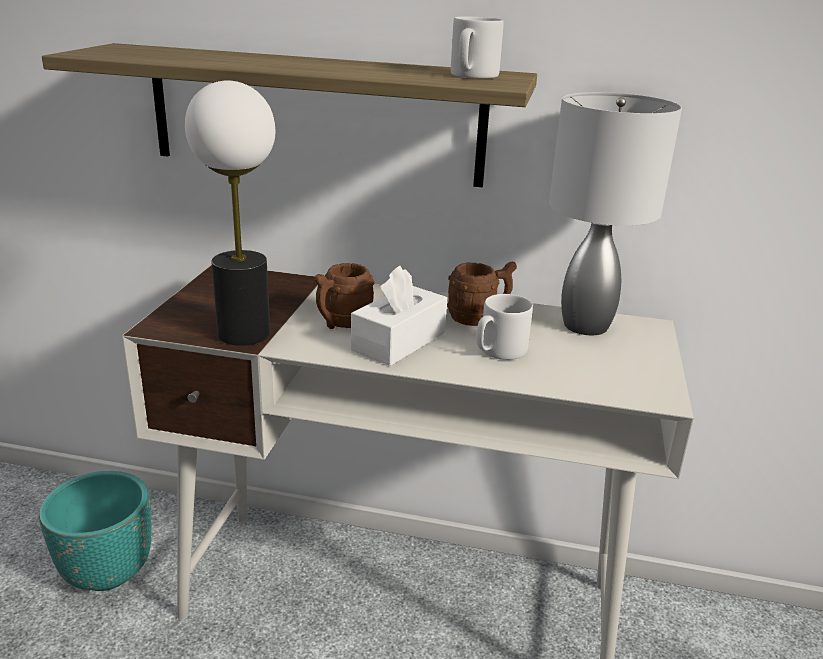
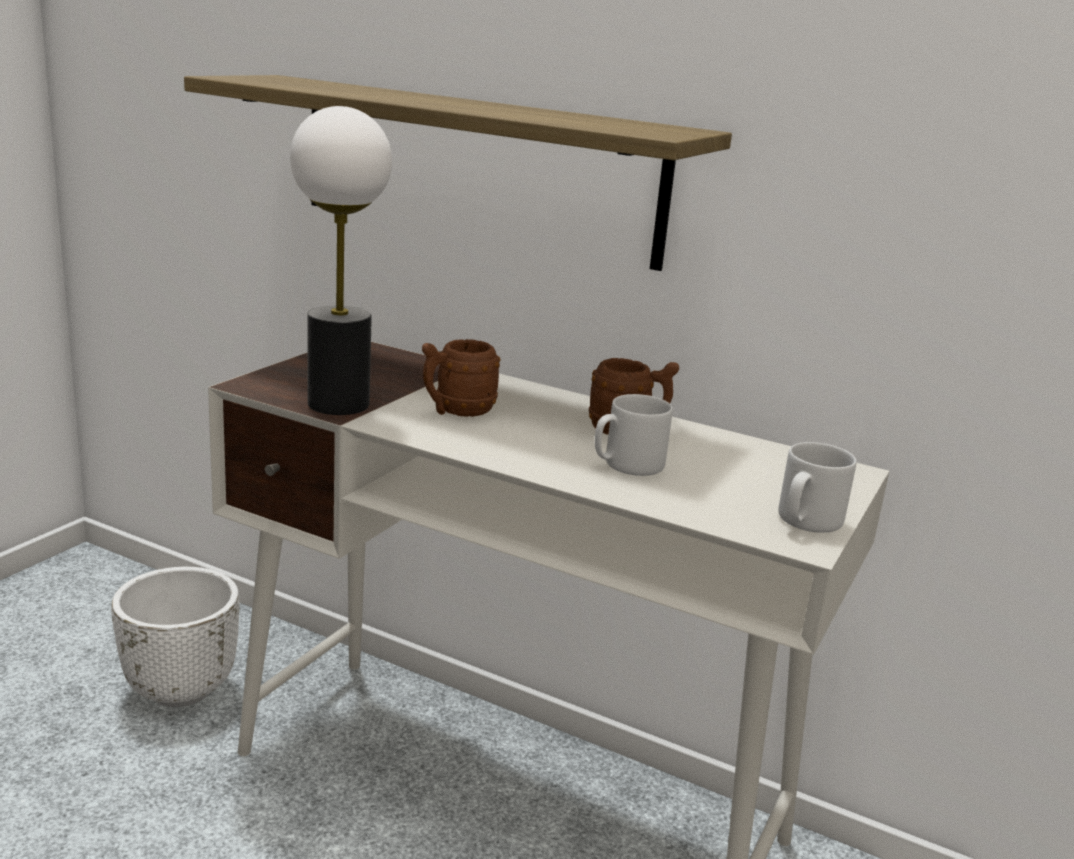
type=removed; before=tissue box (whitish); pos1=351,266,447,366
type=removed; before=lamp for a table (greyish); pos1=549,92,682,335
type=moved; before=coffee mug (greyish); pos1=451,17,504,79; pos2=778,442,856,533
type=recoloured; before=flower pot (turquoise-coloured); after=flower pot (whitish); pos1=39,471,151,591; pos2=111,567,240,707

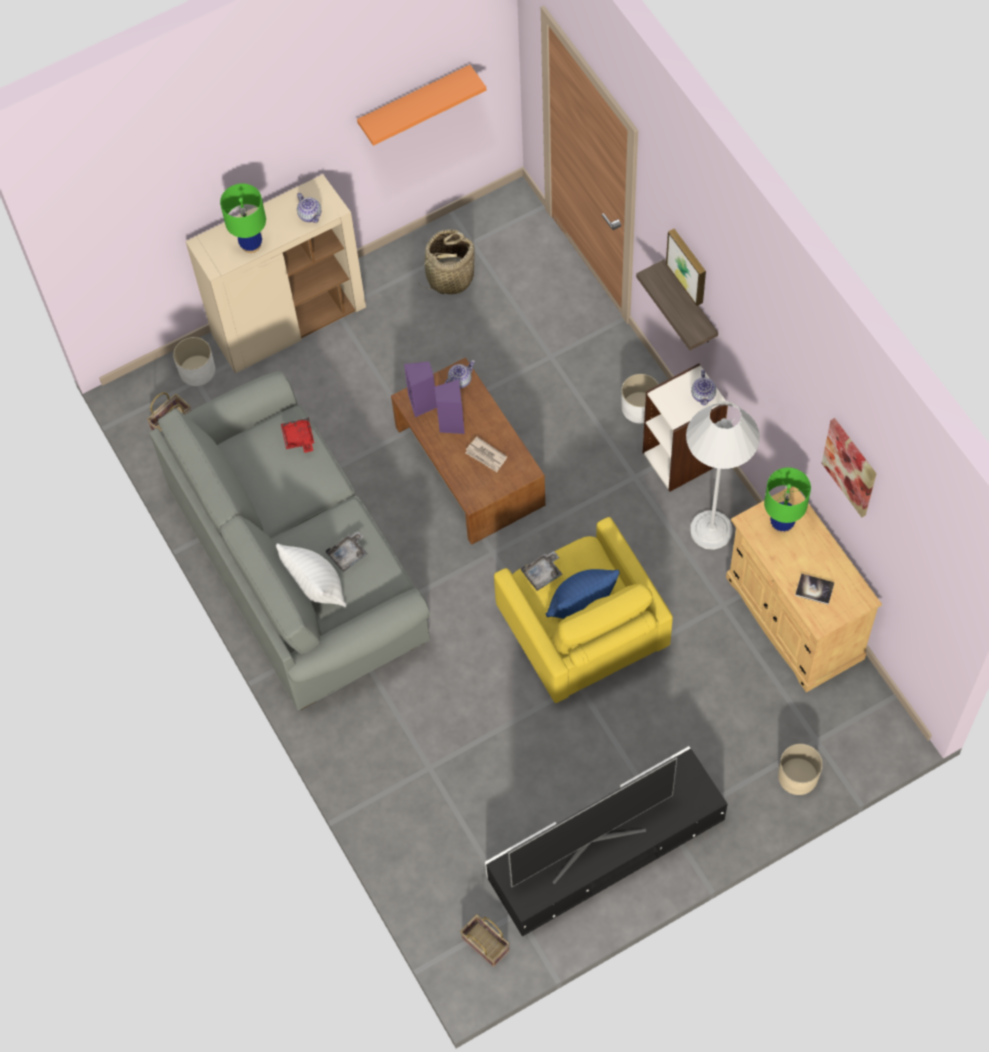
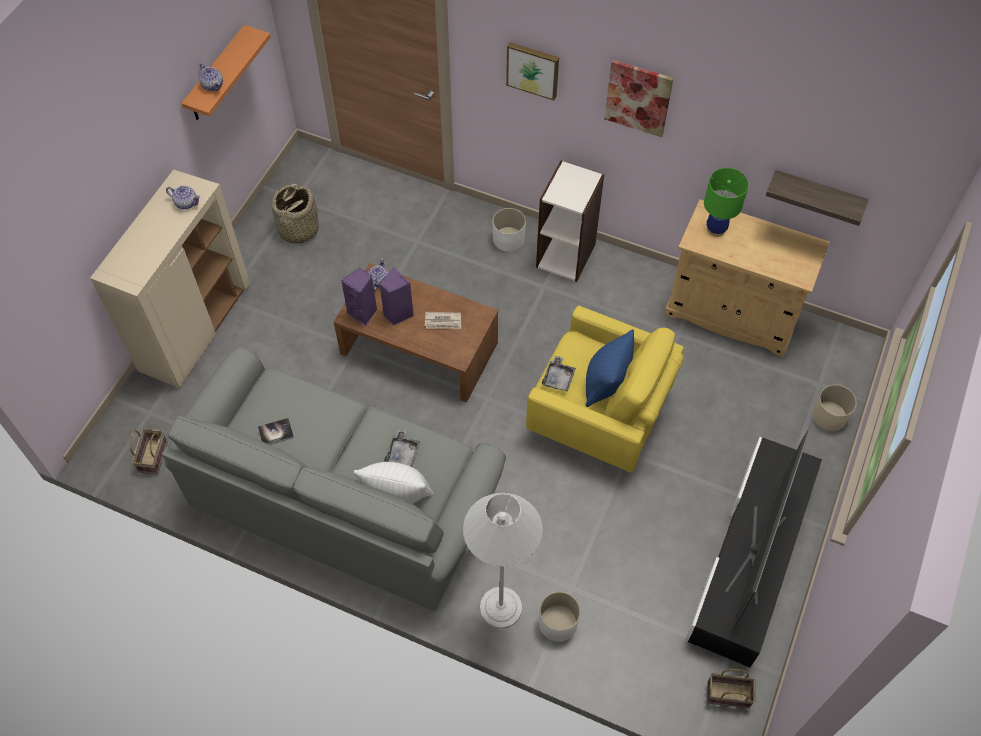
type=removed; before=lamp for a table (green-coloured); pos1=220,184,266,253
type=removed; before=tray (red-coloured); pos1=281,417,314,453
type=moved; before=flower pot (whitish); pos1=173,337,215,386; pos2=539,592,580,642
type=moved; before=wall shelf; pos1=636,259,718,350; pos2=766,170,869,226
type=moved; before=standing lamp (whitish); pos1=686,401,760,550; pos2=463,493,543,629
type=moved; before=tea pot; pos1=691,370,716,406; pos2=199,63,223,91
type=moved; before=volume; pos1=795,574,834,605; pos2=258,418,294,445
type=moved; before=wall art; pos1=822,418,876,517; pos2=604,60,674,137

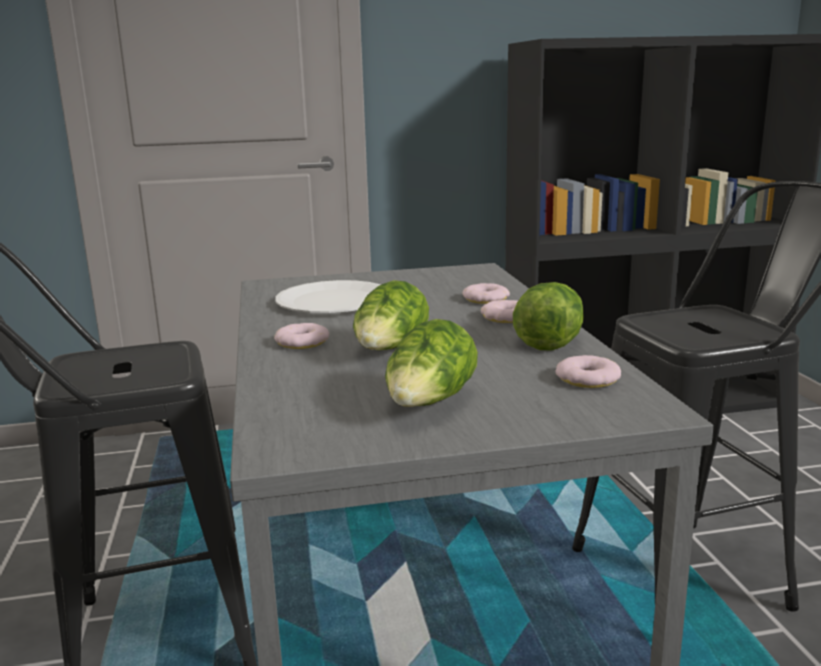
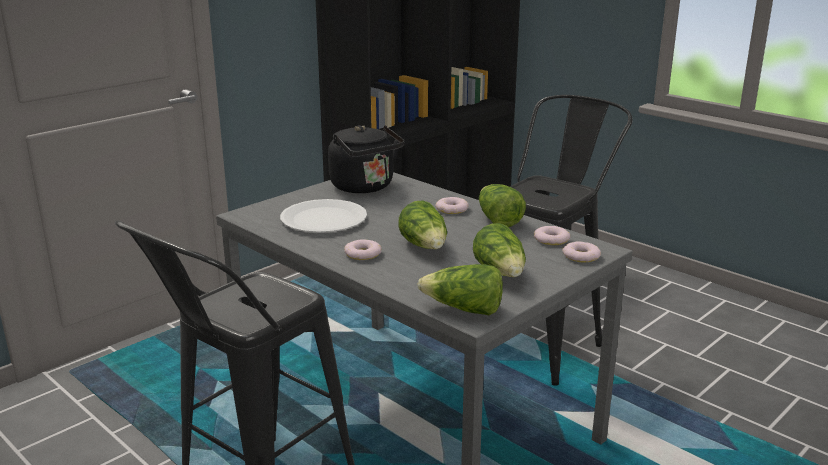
type=added; after=kettle (blackish); pos2=328,125,404,193
type=added; after=lettuce head; pos2=417,264,503,315
type=moved; before=ring doughnut; pos1=462,283,510,304; pos2=562,241,601,262

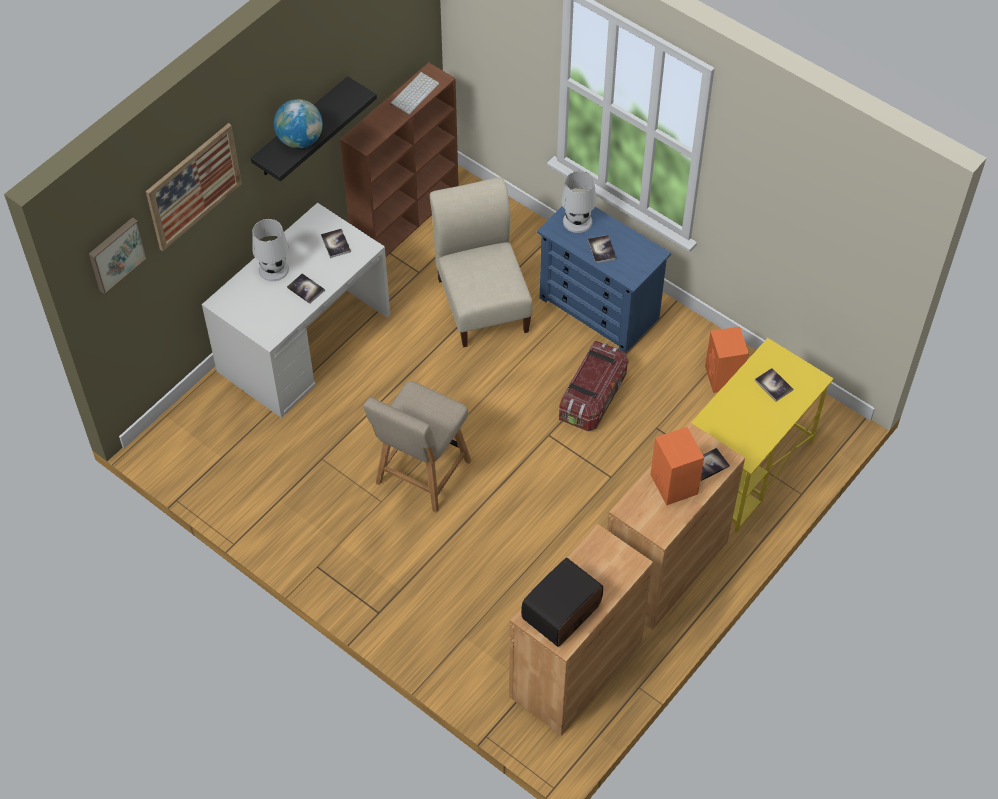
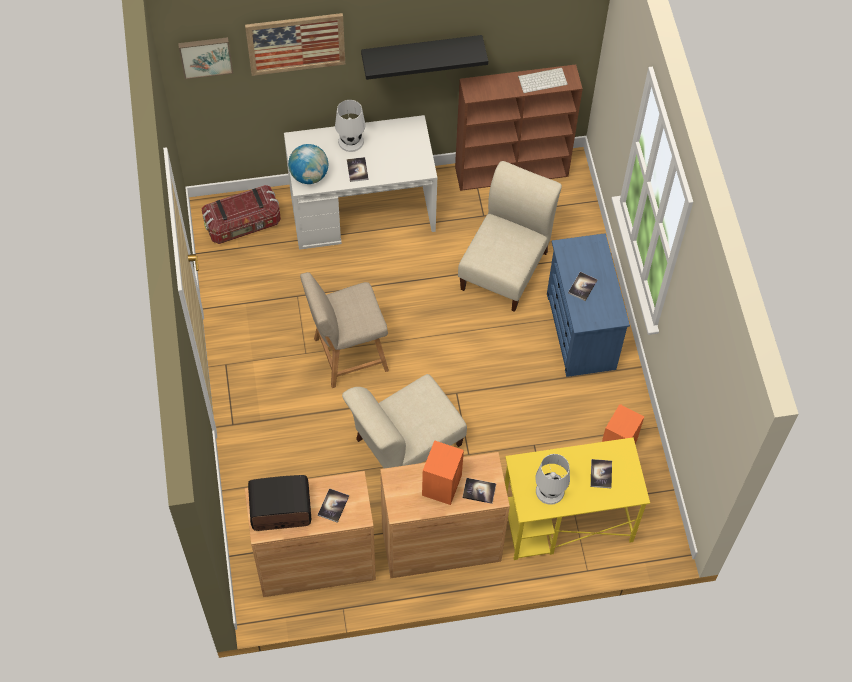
type=added; after=plain chair (beige-coloured); pos2=342,374,467,468
type=moved; before=globe; pos1=274,99,323,148; pos2=288,144,328,184
type=moved; before=volume; pos1=321,229,351,258; pos2=318,488,349,523
type=moved; before=storage bin; pos1=559,341,629,431; pos2=202,185,281,244
type=moved; before=lamp for a table (whitish); pos1=561,171,597,233; pos2=535,454,570,505

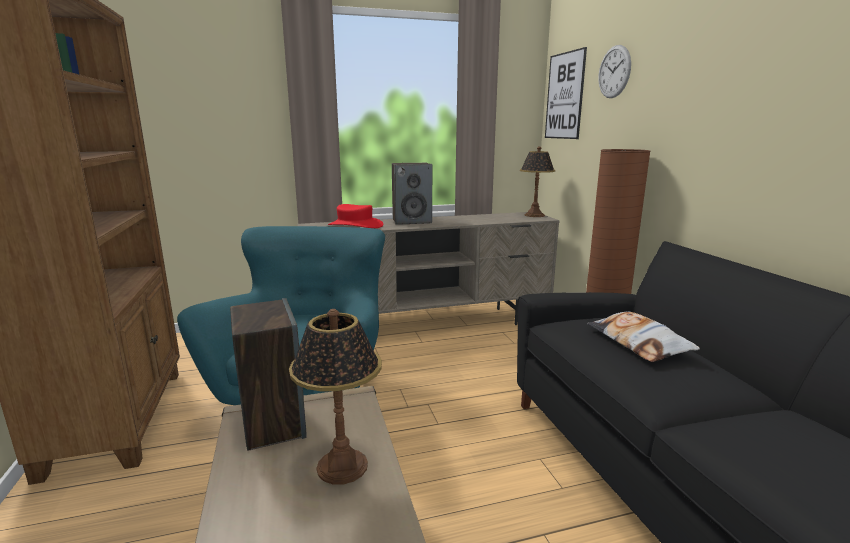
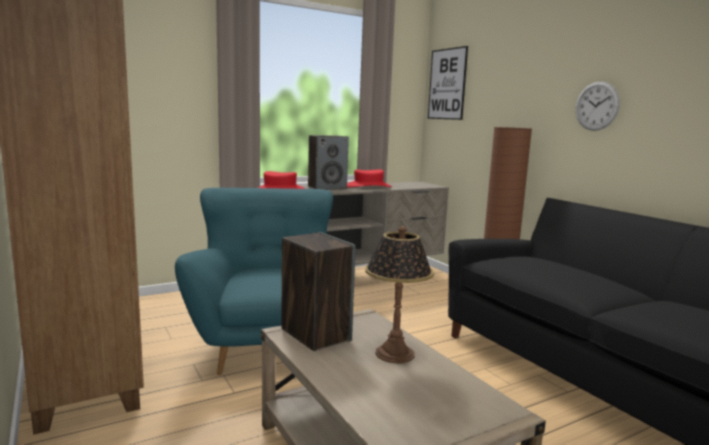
type=removed; before=lamp for a table; pos1=520,146,555,217
type=removed; before=throw pillow; pos1=587,312,700,362
type=added; after=hat (red-coloured); pos2=347,169,392,187
type=moved; before=clock on the wall; pos1=598,45,631,98; pos2=575,81,620,131

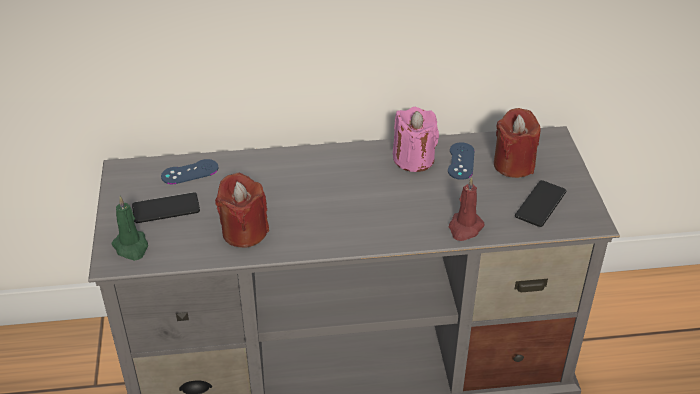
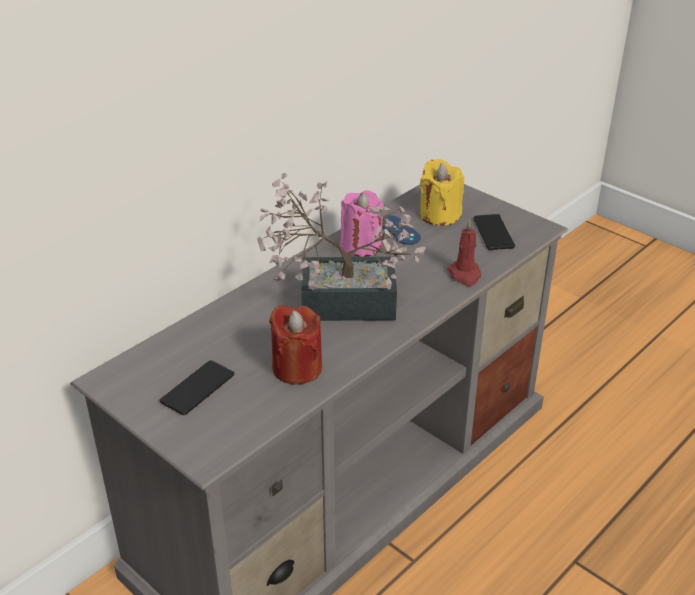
type=removed; before=wax light (green-coloured); pos1=111,196,148,261
type=removed; before=game controller (blue); pos1=161,159,218,184
type=added; after=potted plant; pos2=257,173,426,321
type=recoloured; before=wax light (red-coloured); after=wax light (yellow); pos1=494,108,540,178; pos2=420,159,464,226

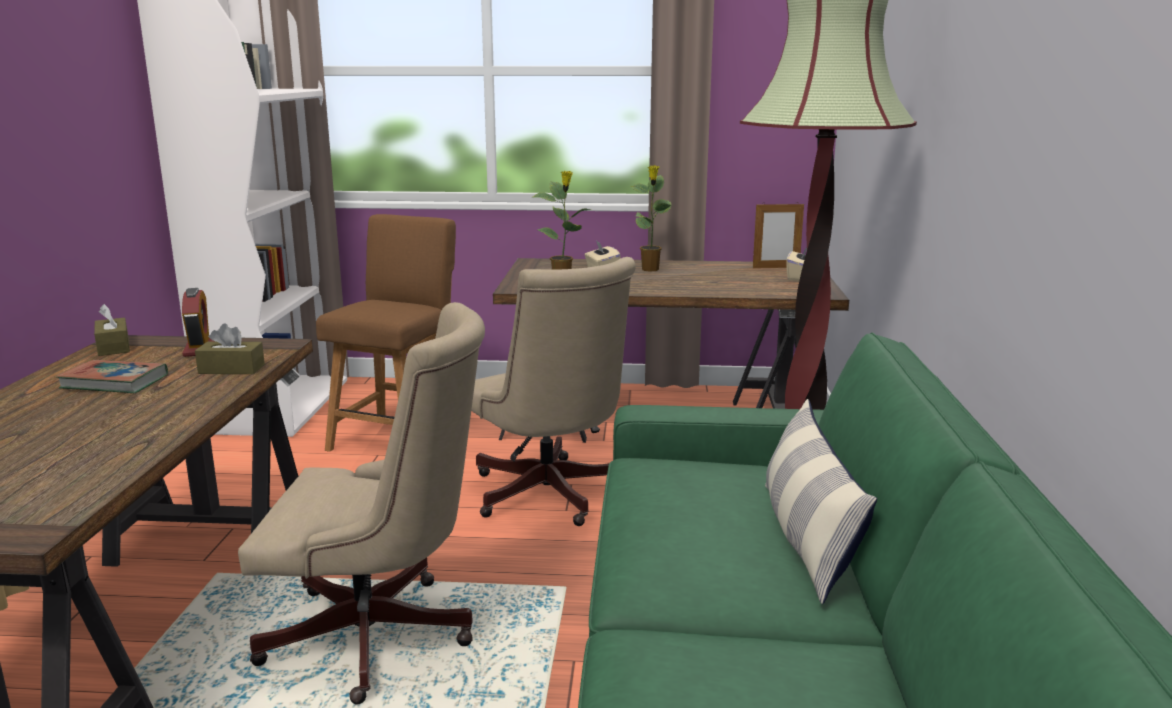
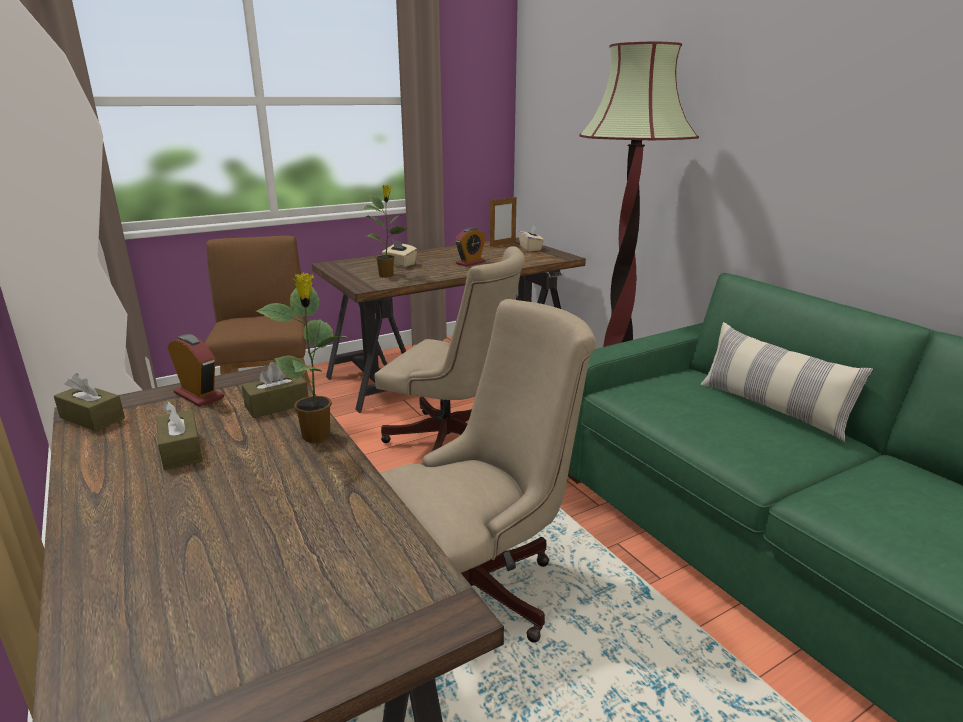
type=added; after=table clock; pos2=455,227,486,267
type=moved; before=potted plant; pos1=631,165,673,272; pos2=256,272,350,443
type=replaced; before=volume; after=tissue box (brown-coloured); pos1=56,360,168,393; pos2=156,401,203,470

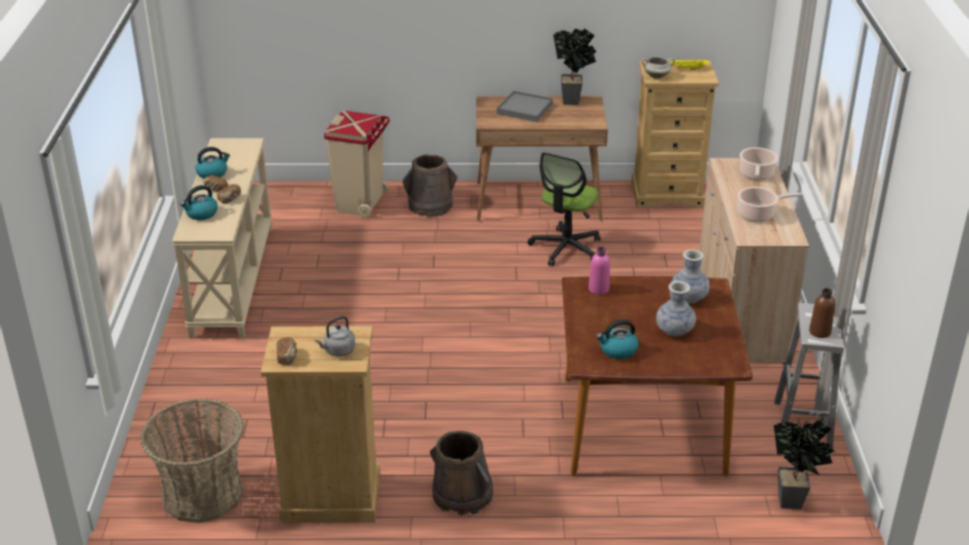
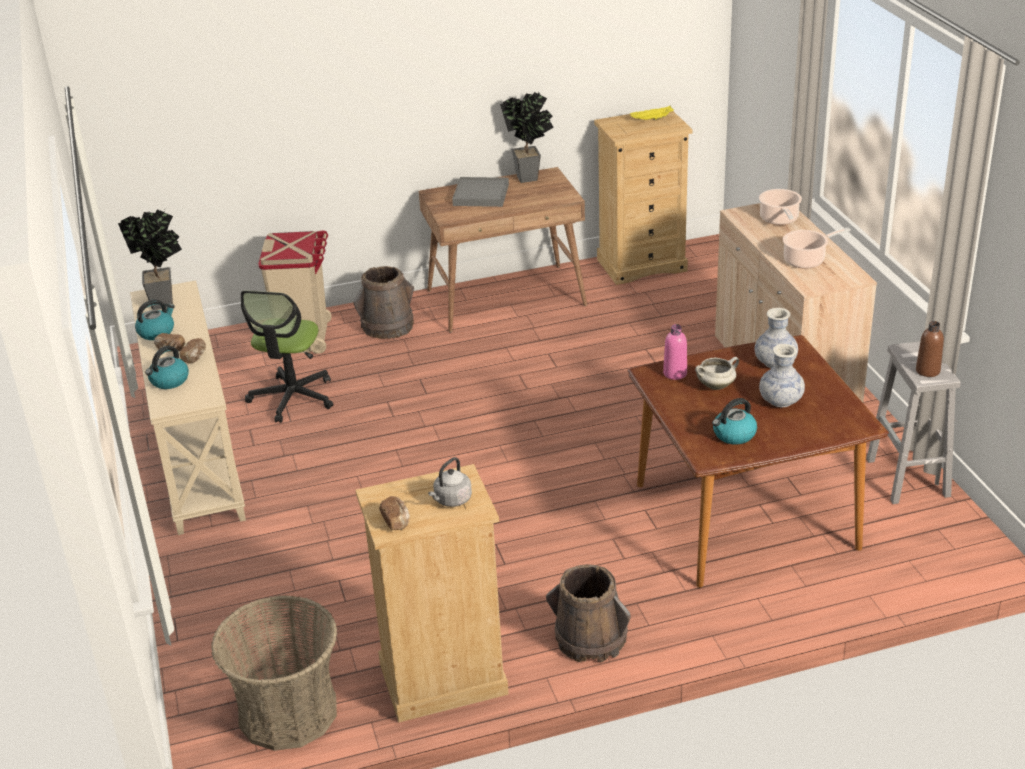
type=moved; before=desk chair; pos1=528,152,600,266; pos2=241,291,333,423
type=moved; before=cooking pot (whitish); pos1=642,57,675,79; pos2=695,357,739,390
type=moved; before=potted plant; pos1=774,417,834,509; pos2=118,209,182,310

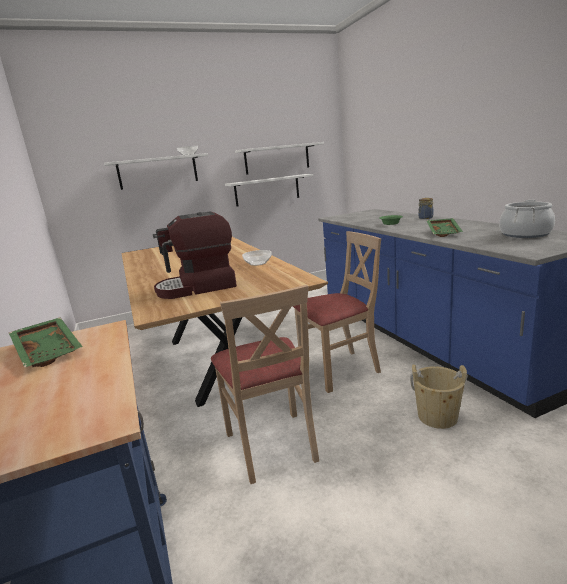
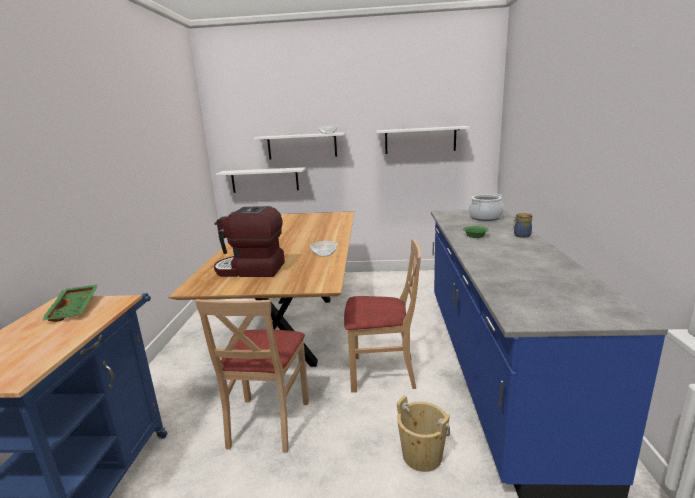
type=removed; before=tray (green-coloured); pos1=426,218,463,237
type=moved; before=wall shelf (whitish); pos1=225,174,313,207; pos2=216,167,306,193
type=moved; before=cooking pot; pos1=499,200,555,238; pos2=468,194,504,221

